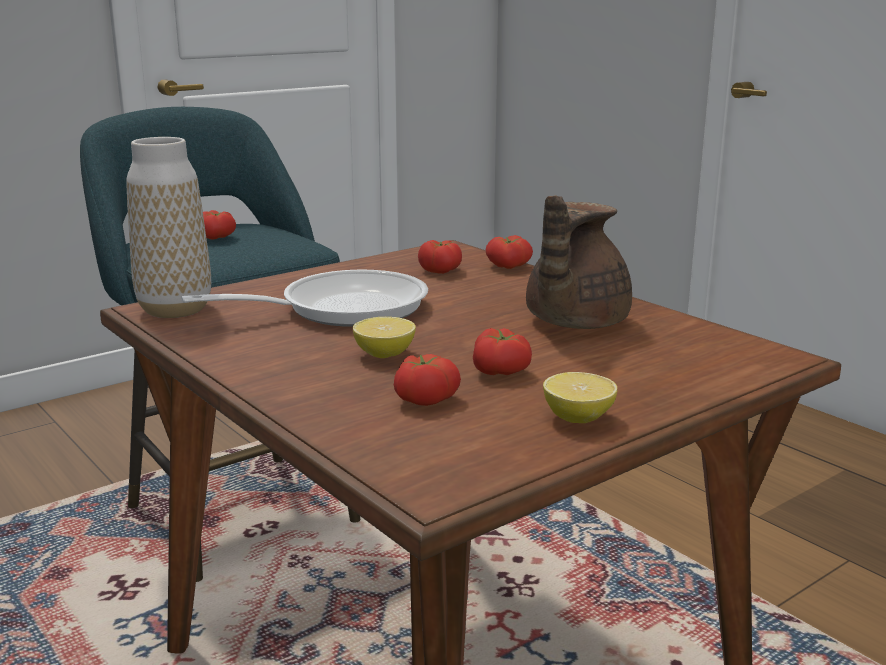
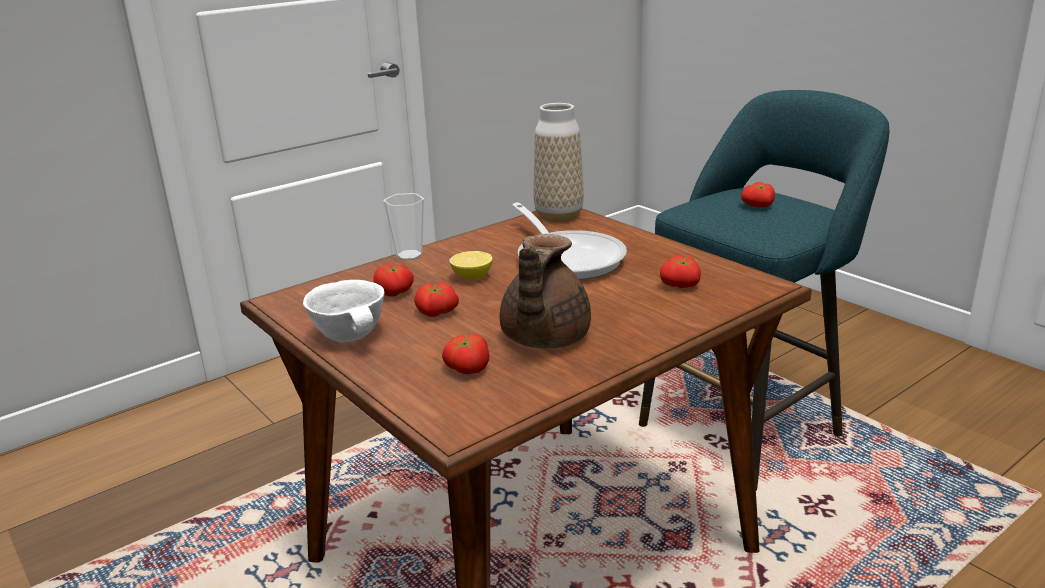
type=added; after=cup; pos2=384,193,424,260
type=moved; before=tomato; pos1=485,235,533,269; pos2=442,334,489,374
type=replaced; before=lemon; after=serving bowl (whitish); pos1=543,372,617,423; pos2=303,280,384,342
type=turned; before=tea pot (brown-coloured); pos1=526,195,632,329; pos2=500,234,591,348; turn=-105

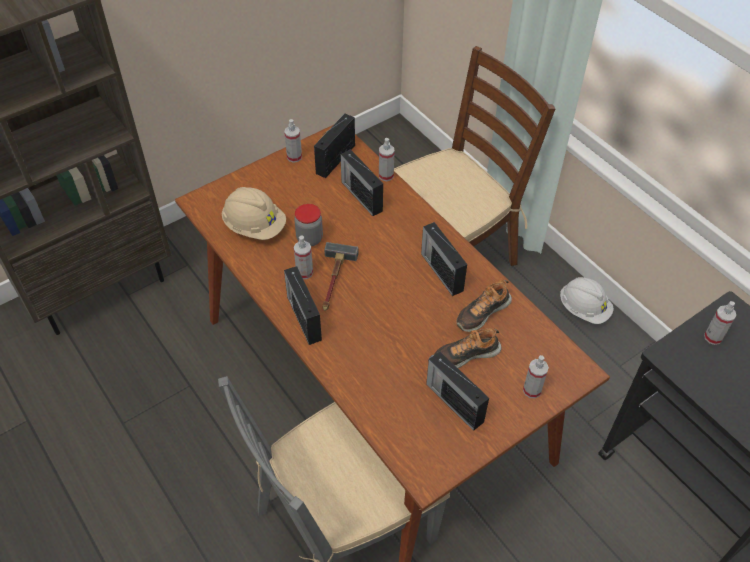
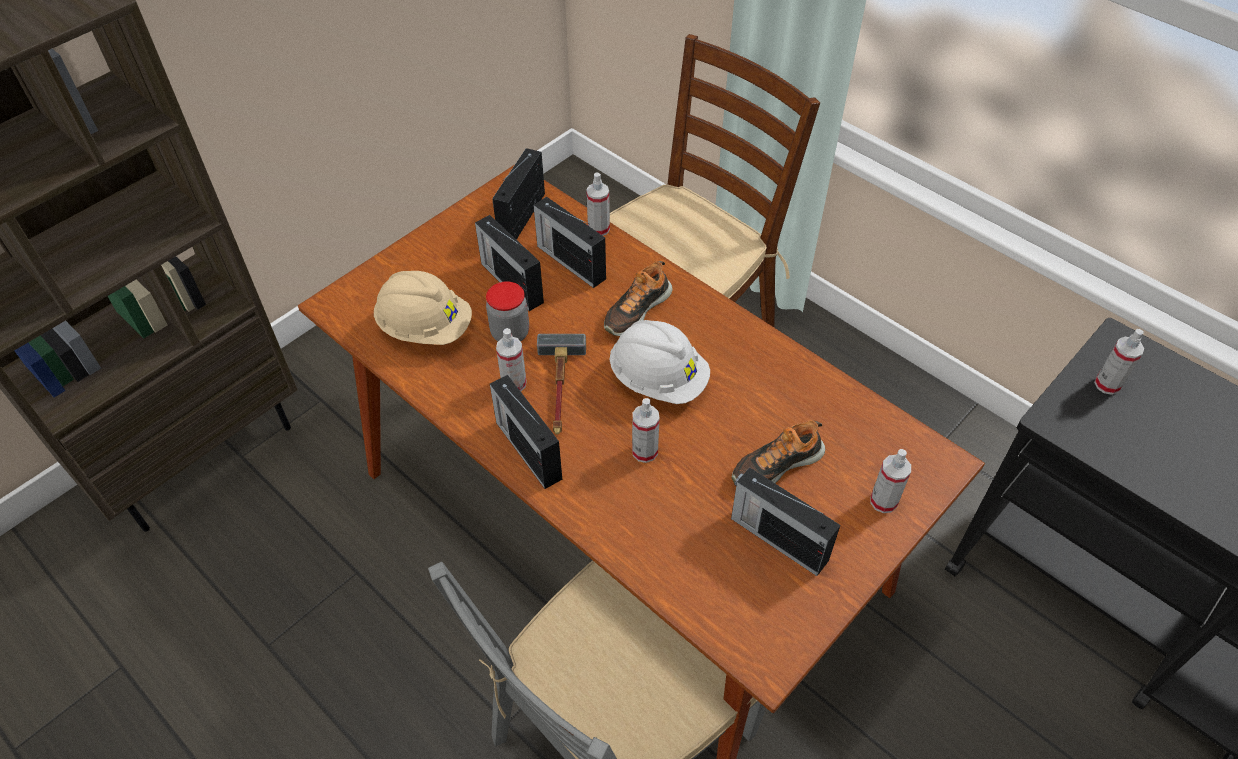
type=moved; before=sprayer; pos1=284,119,302,163; pos2=632,398,659,463
type=moved; before=radio receiver; pos1=421,222,467,296; pos2=475,215,544,311
type=moved; before=item of footwear; pos1=456,280,512,332; pos2=604,261,673,336
type=moved; before=work helmet (whitish); pos1=560,277,614,324; pos2=609,320,710,404

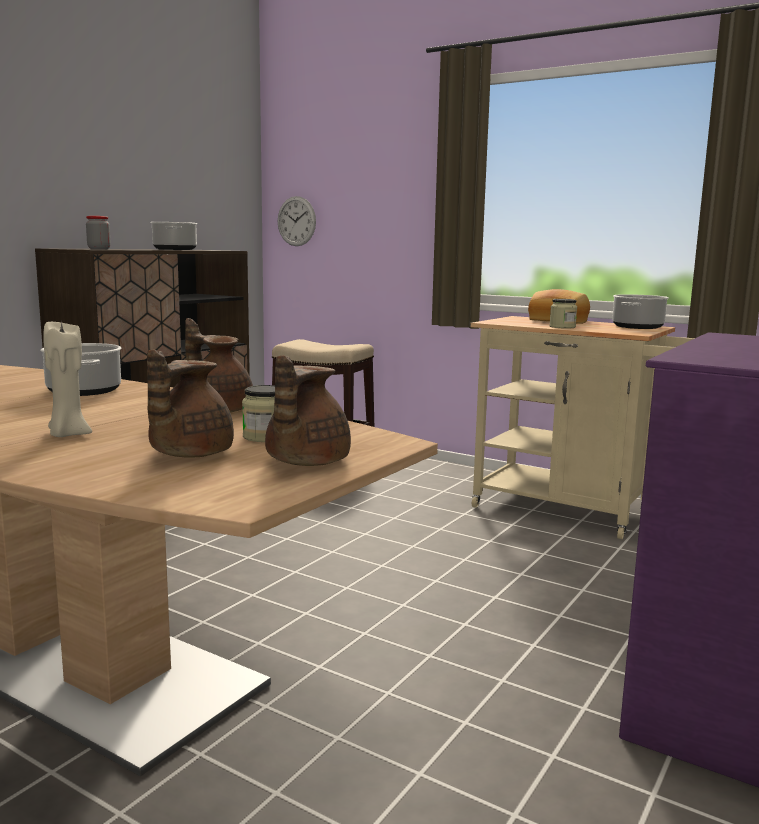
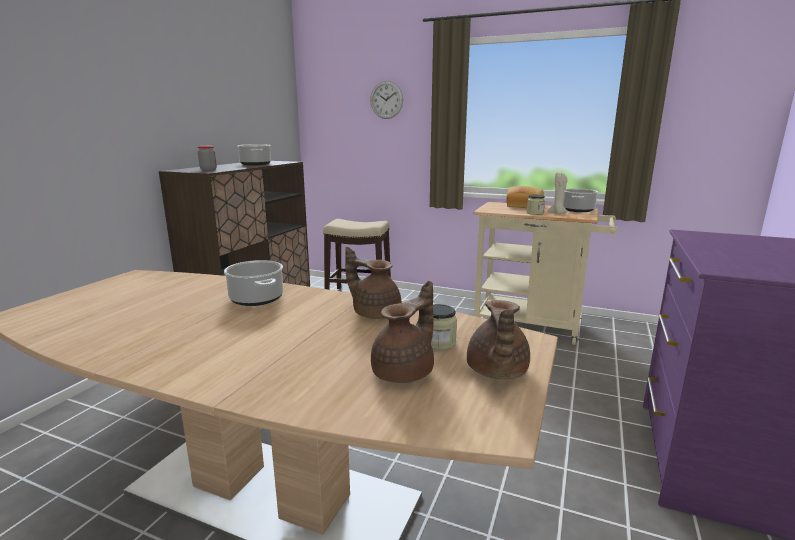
type=moved; before=wax light (beige-coloured); pos1=43,320,92,437; pos2=547,173,568,214
type=moved; before=clock on the wall; pos1=278,196,316,246; pos2=370,81,403,119
type=turned; before=tea pot (brown-coloured); pos1=147,349,234,458; pos2=371,281,434,383; turn=-150

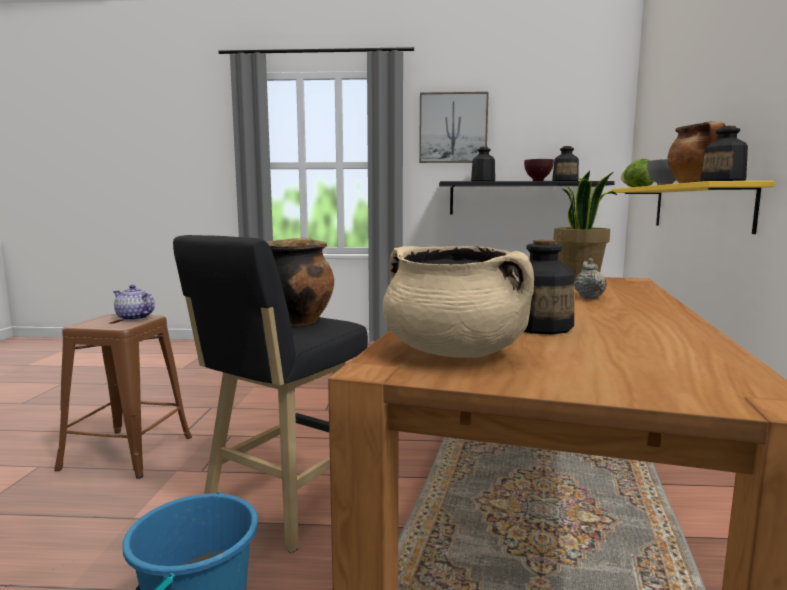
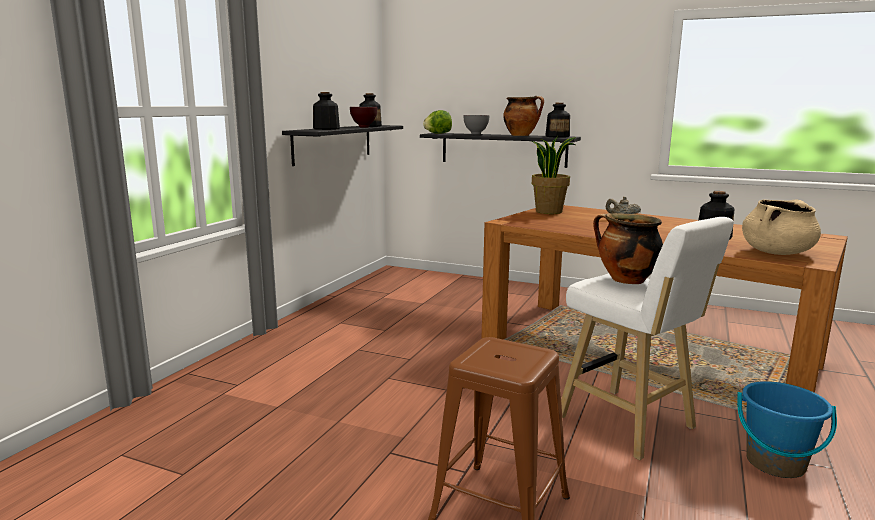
type=removed; before=tea pot; pos1=113,285,155,321
type=removed; before=wall art; pos1=419,92,489,163
type=recoloured; before=stool (blackish); after=stool (whitish); pos1=173,235,368,553; pos2=561,217,734,460
type=recoloured; before=wall shelf (yellow); after=wall shelf (blackish); pos1=611,181,775,234; pos2=420,133,581,168

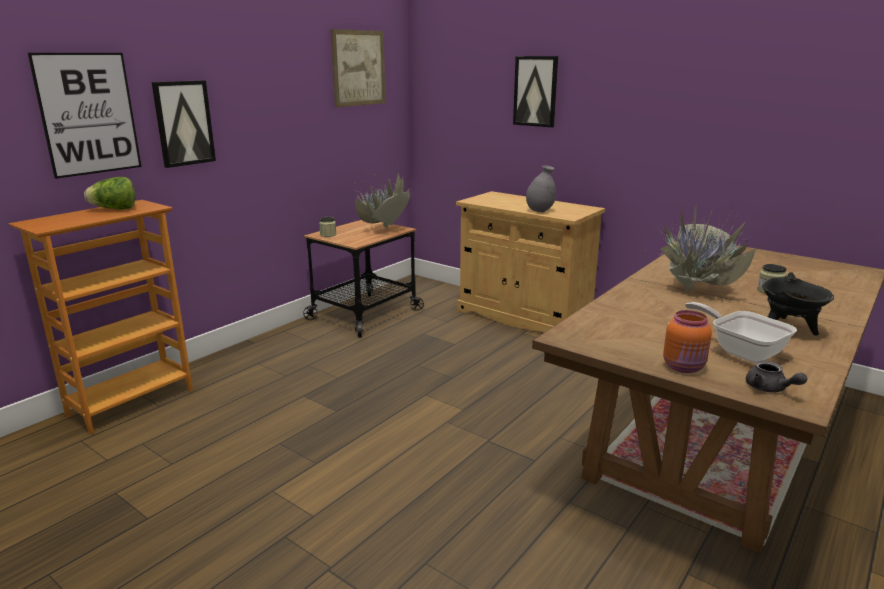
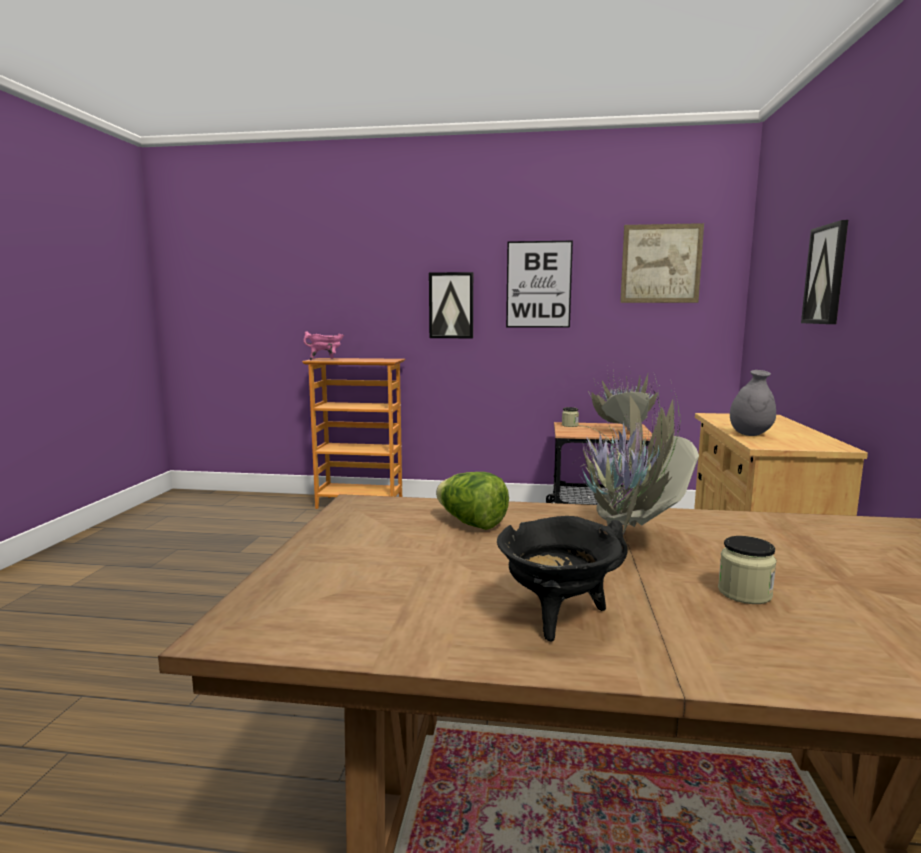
type=removed; before=jar (orange); pos1=663,310,712,373
type=removed; before=skillet; pos1=685,302,797,363
type=removed; before=tea pot (greyish); pos1=746,361,807,393
type=added; after=cooking pot (pink-coloured); pos2=303,331,344,360
type=moved; before=wall art; pos1=28,53,141,179; pos2=506,241,573,328
type=moved; before=lettuce head; pos1=84,177,135,210; pos2=436,472,509,530

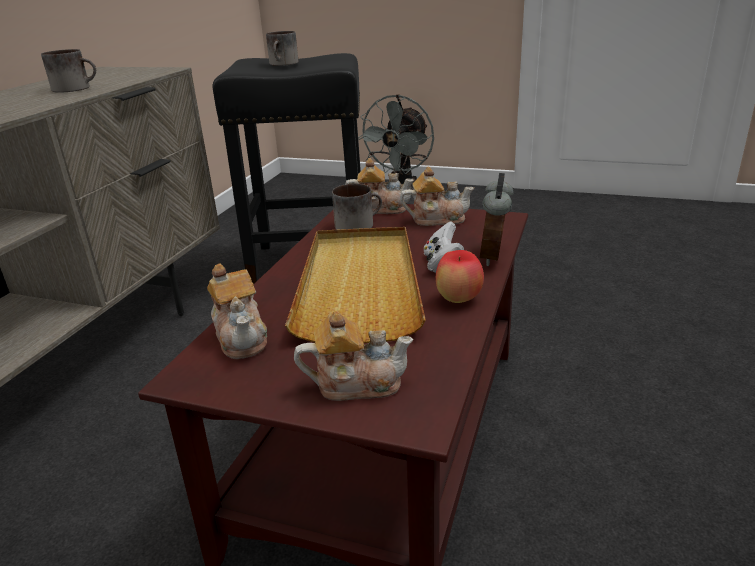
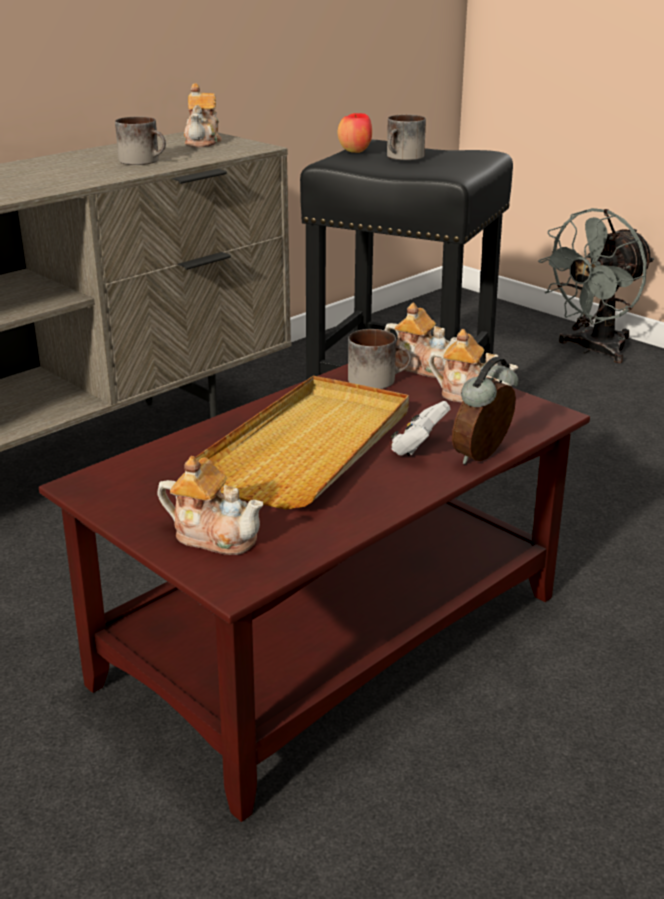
type=moved; before=tea pot; pos1=207,263,267,359; pos2=184,83,222,147
type=moved; before=apple fruit; pos1=436,250,484,303; pos2=337,113,372,153

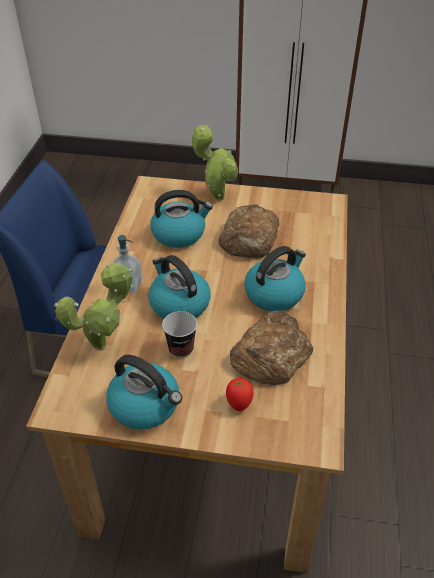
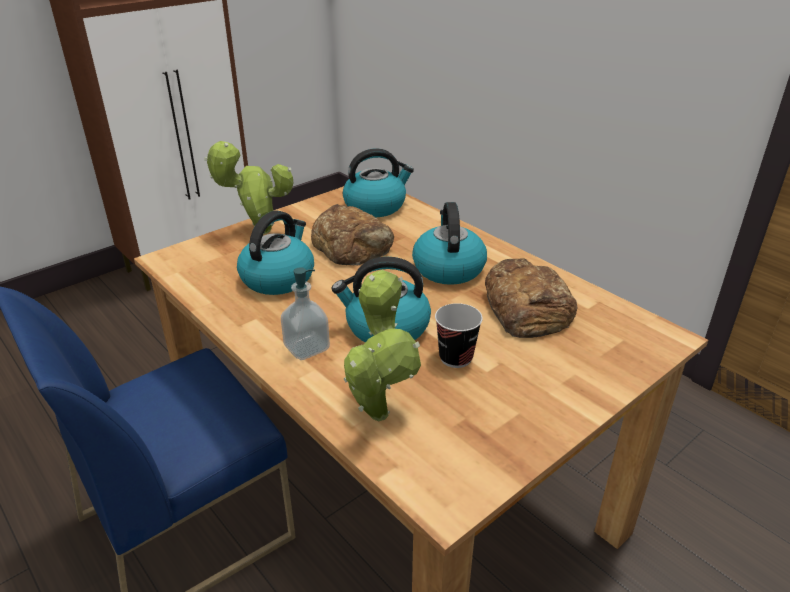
type=removed; before=tomato; pos1=226,378,254,411
type=moved; before=kettle; pos1=106,355,182,430; pos2=343,148,414,217

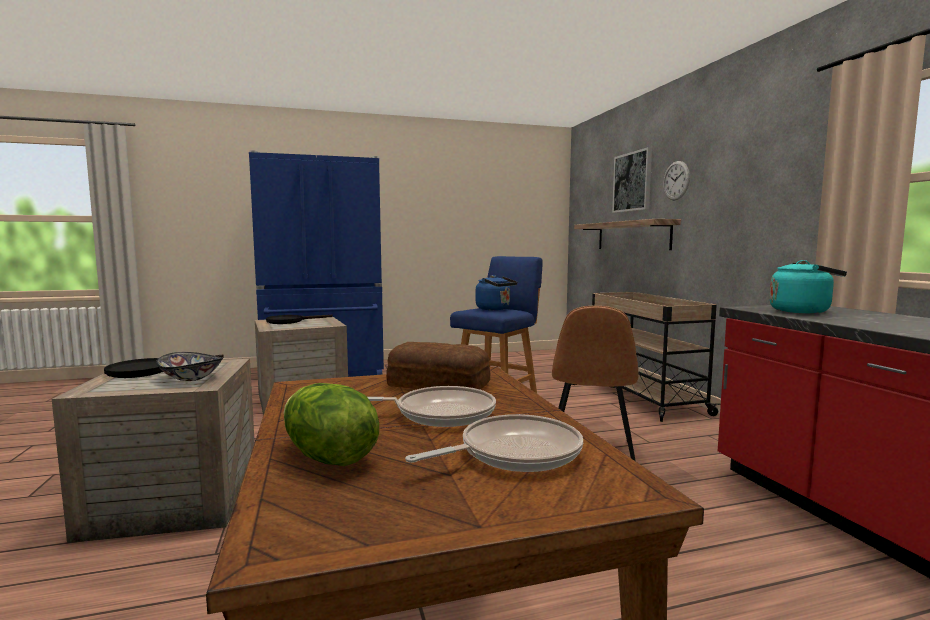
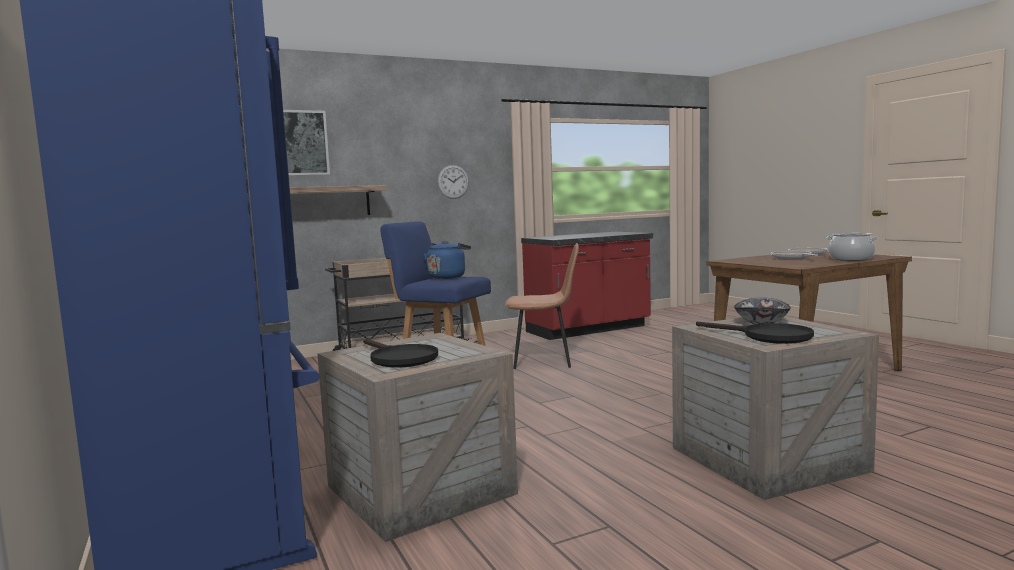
type=removed; before=bread; pos1=386,342,490,390
type=removed; before=kettle (turquoise-coloured); pos1=769,260,847,314
type=moved; before=clock on the wall; pos1=663,161,690,200; pos2=438,165,469,199
type=replaced; before=lettuce head; after=cooking pot; pos1=284,383,379,466; pos2=826,233,878,261

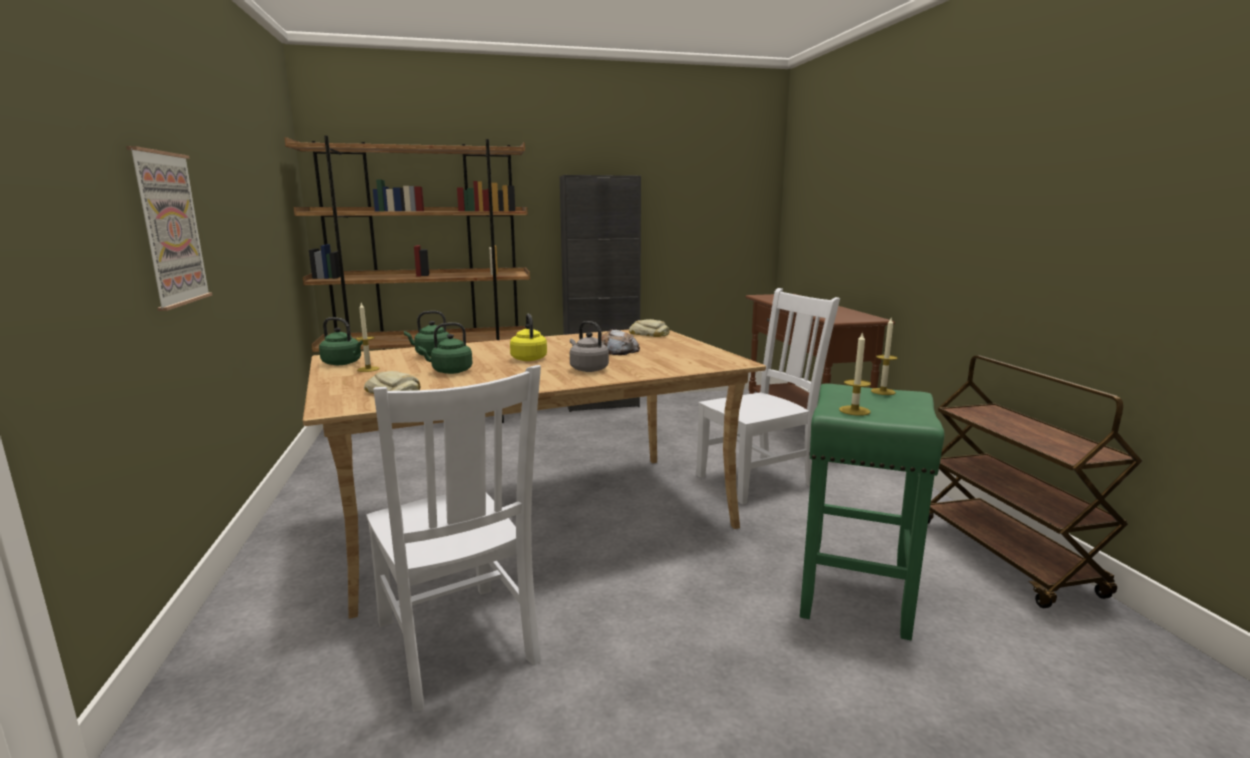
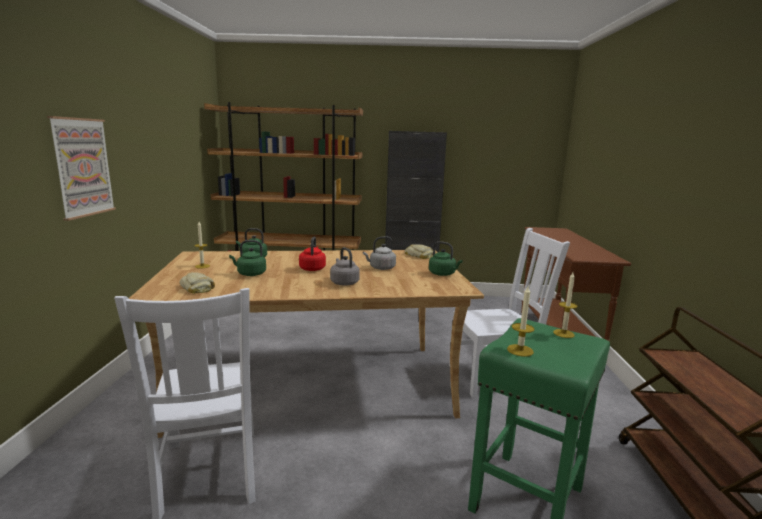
type=moved; before=kettle (green-coloured); pos1=319,317,363,365; pos2=429,241,463,276
type=replaced; before=bread; after=kettle (greyish); pos1=601,329,640,355; pos2=363,236,396,270
type=recoloured; before=kettle (yellow); after=kettle (red-coloured); pos1=510,314,547,361; pos2=299,236,326,271

